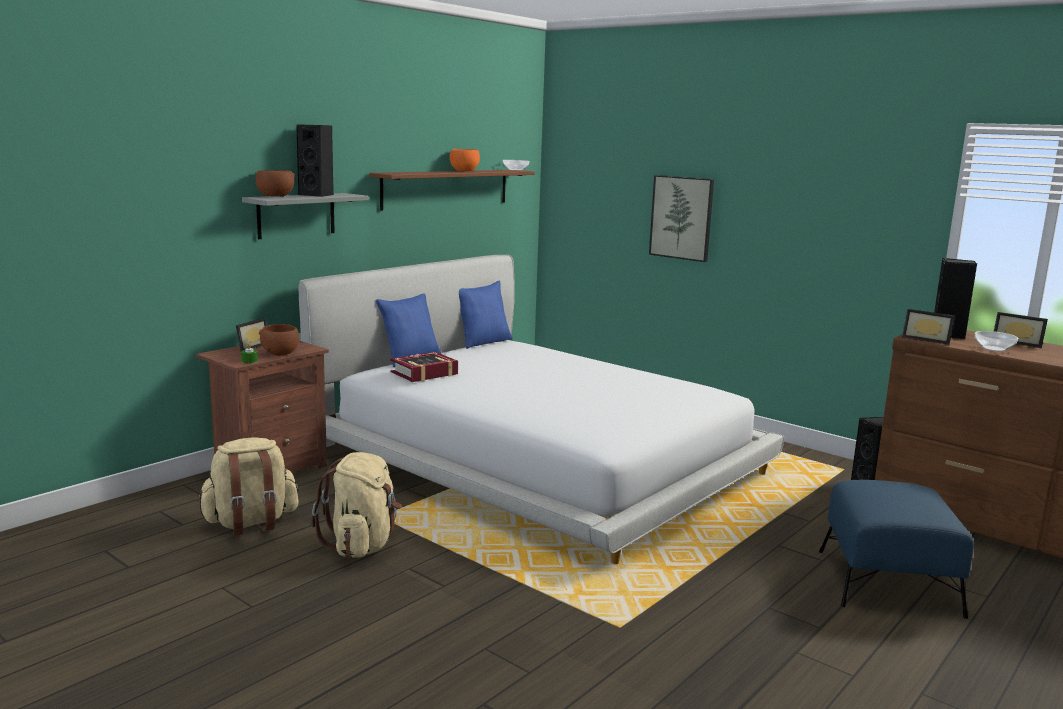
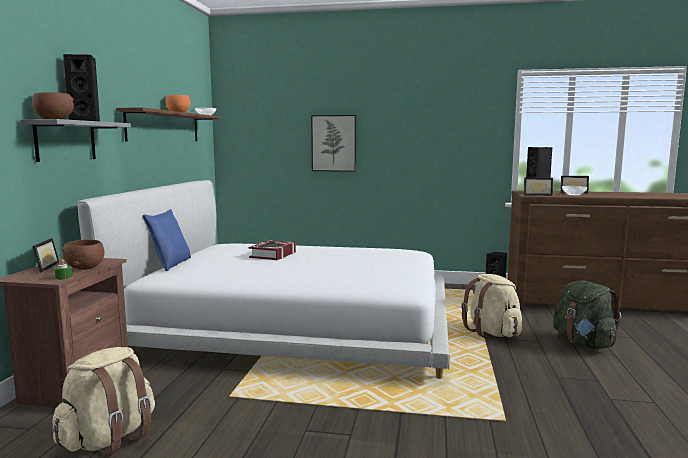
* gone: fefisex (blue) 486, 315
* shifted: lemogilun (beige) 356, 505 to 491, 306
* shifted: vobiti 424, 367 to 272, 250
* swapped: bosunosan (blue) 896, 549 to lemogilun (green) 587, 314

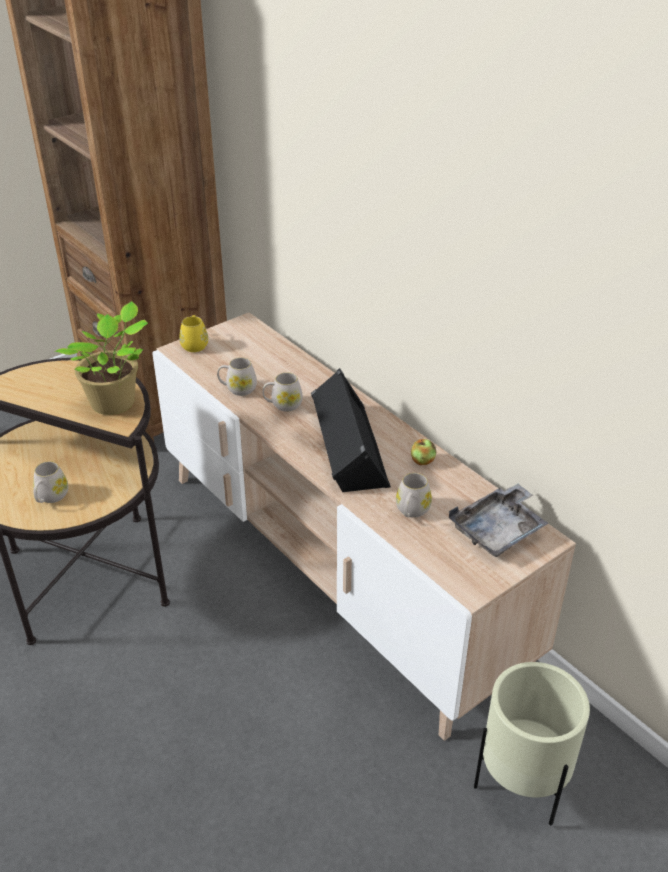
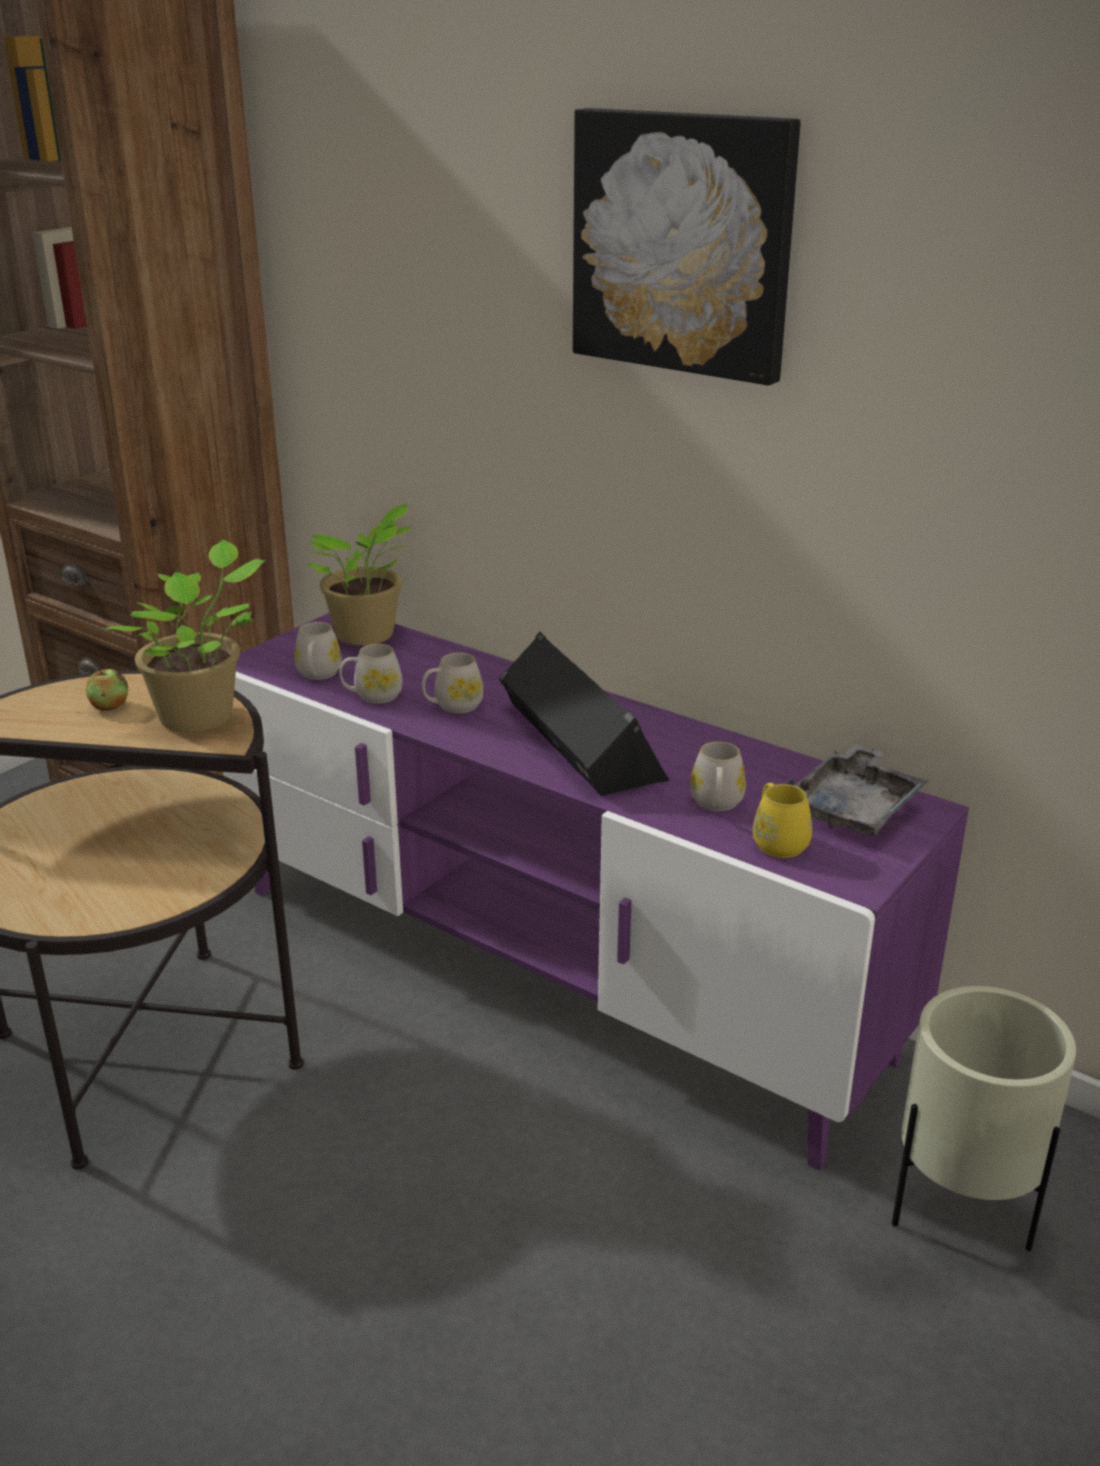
* new: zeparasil 358, 575
* new: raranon 686, 246
* shifted: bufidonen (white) 50, 482 to 318, 651
* shifted: bufidonen (yellow) 193, 333 to 782, 820
* shifted: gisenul 423, 452 to 107, 689
* repainted: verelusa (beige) 364, 527 to verelusa (purple) 596, 892

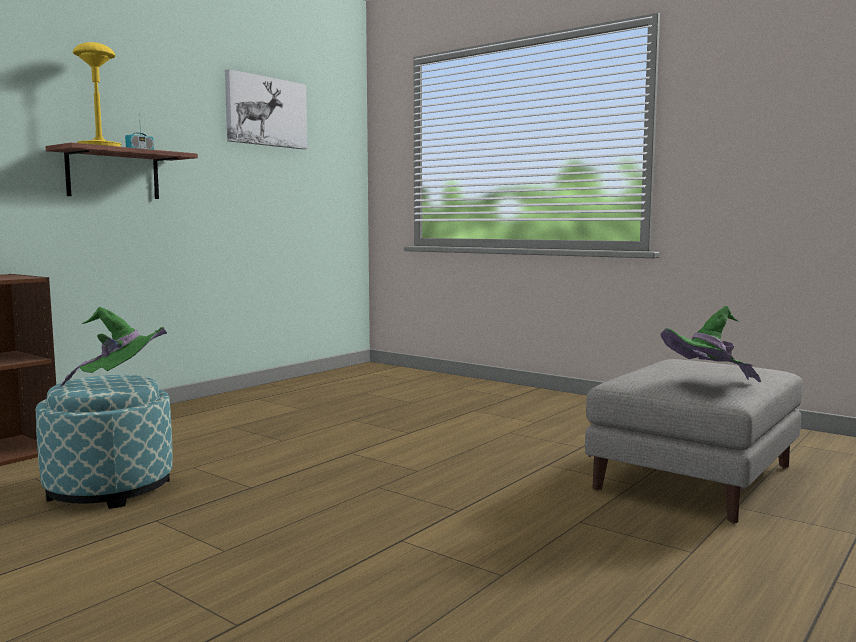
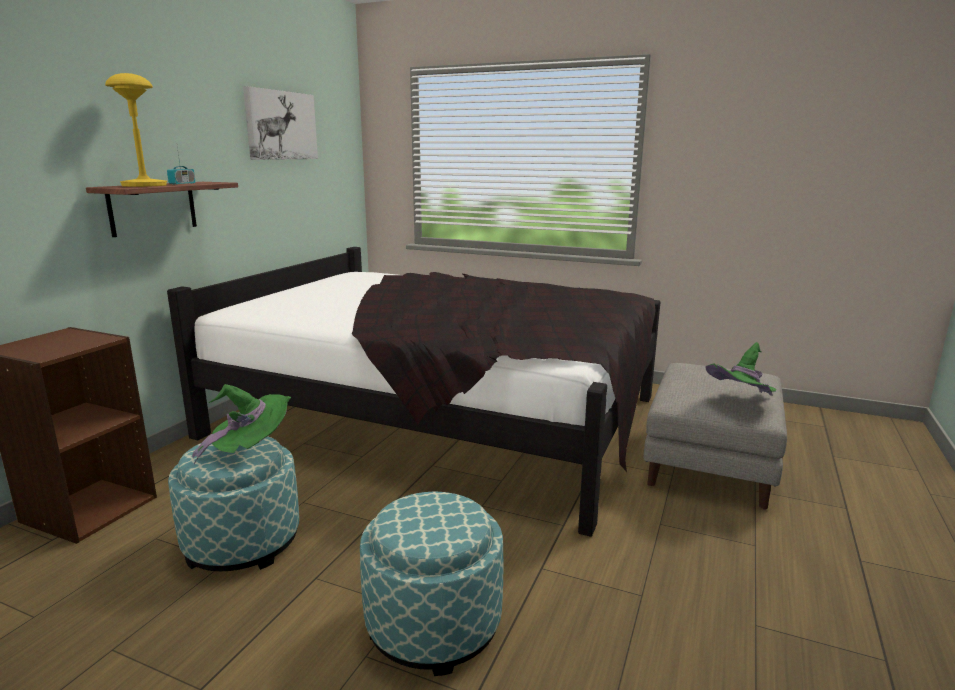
* new: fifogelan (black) 413, 392
* new: bosunosan 431, 584

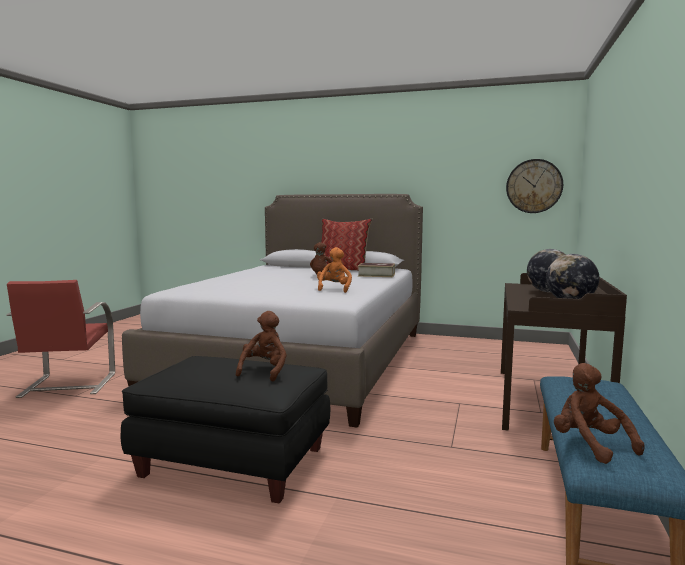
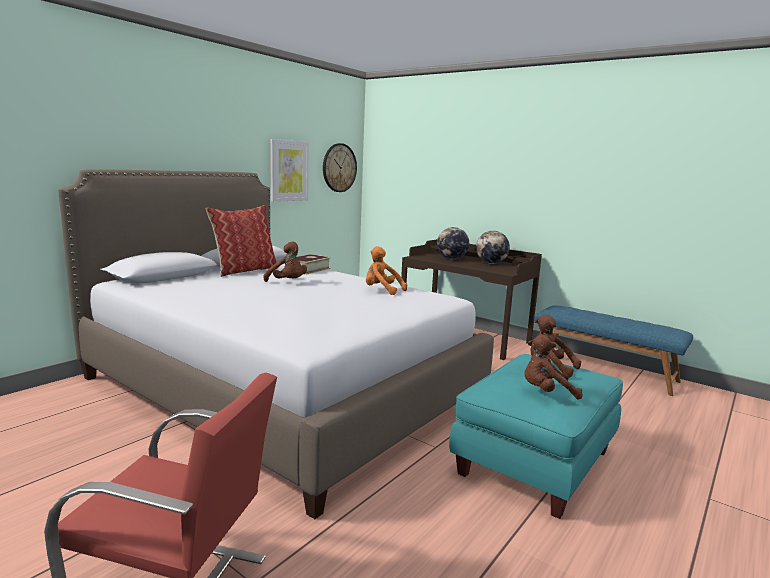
* new: raranon 289, 170
* shifted: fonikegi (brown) 599, 413 to 553, 366
* repainted: bosunosan (black) 225, 430 to bosunosan (turquoise) 536, 436

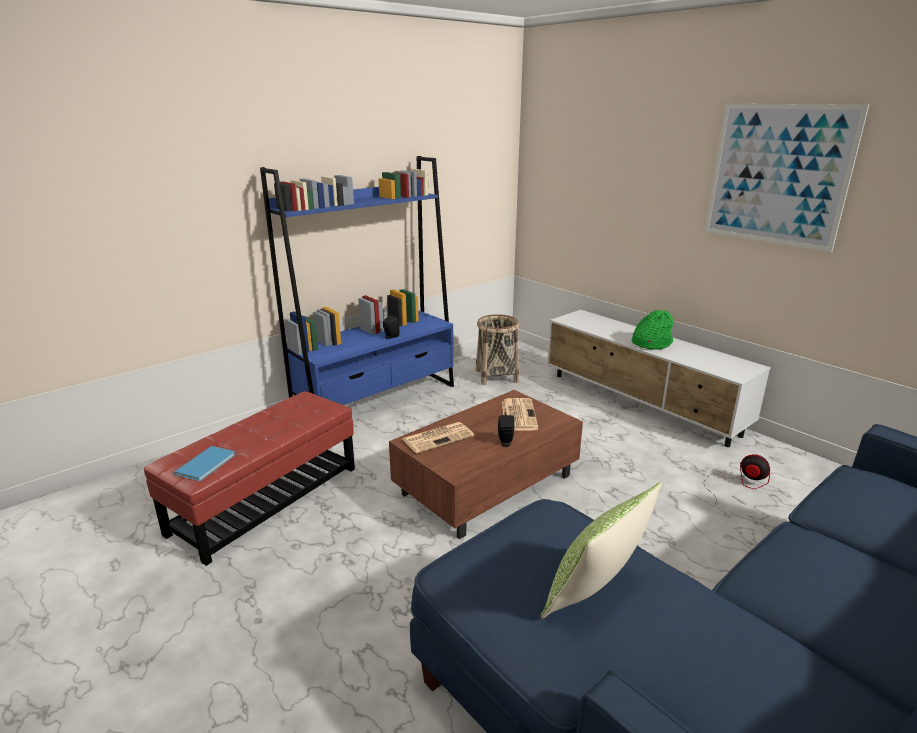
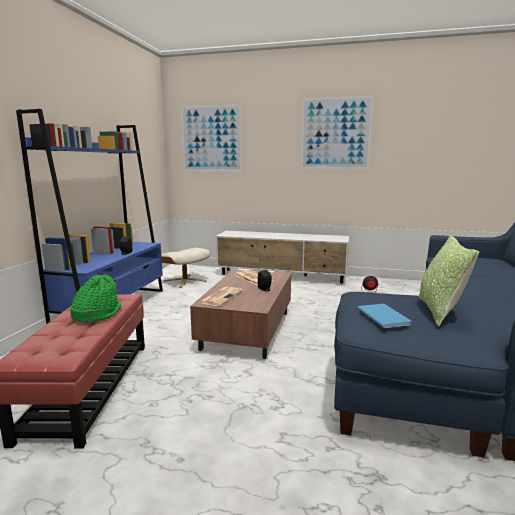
* new: raranon 211, 138
* shifted: vobiti (blue) 204, 463 to 385, 316
* shifted: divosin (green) 652, 330 to 95, 298
* swapped: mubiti 497, 349 to bosunosan (beige) 185, 268

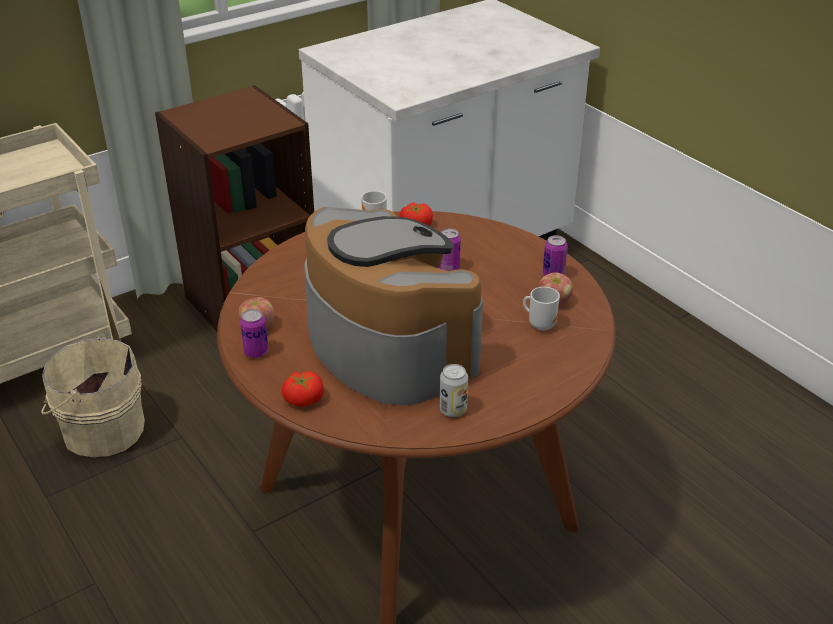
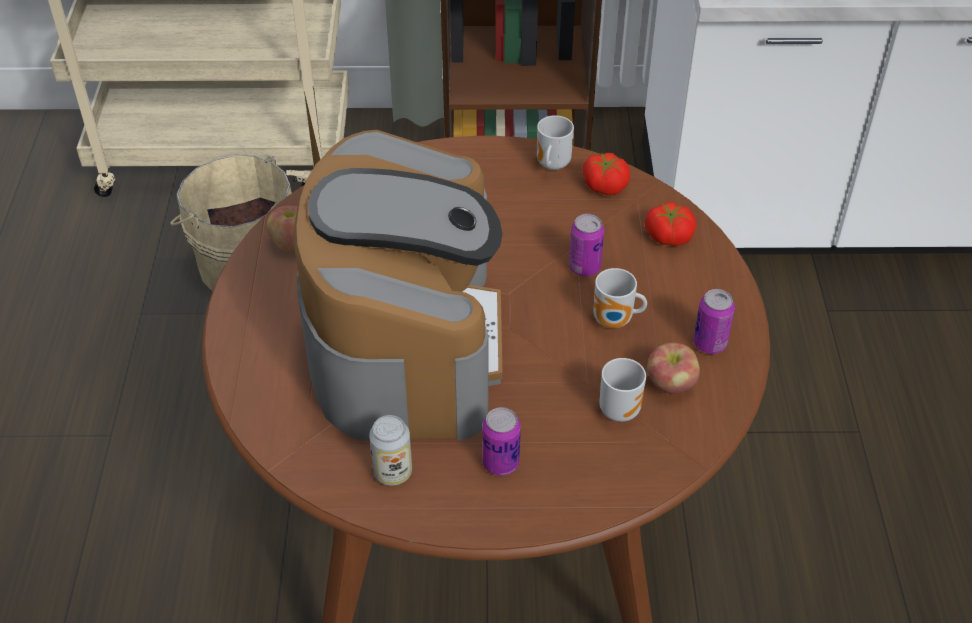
* new: bufidonen 620, 298
* shifted: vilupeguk 254, 333 to 501, 441
* shifted: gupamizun 303, 389 to 670, 224

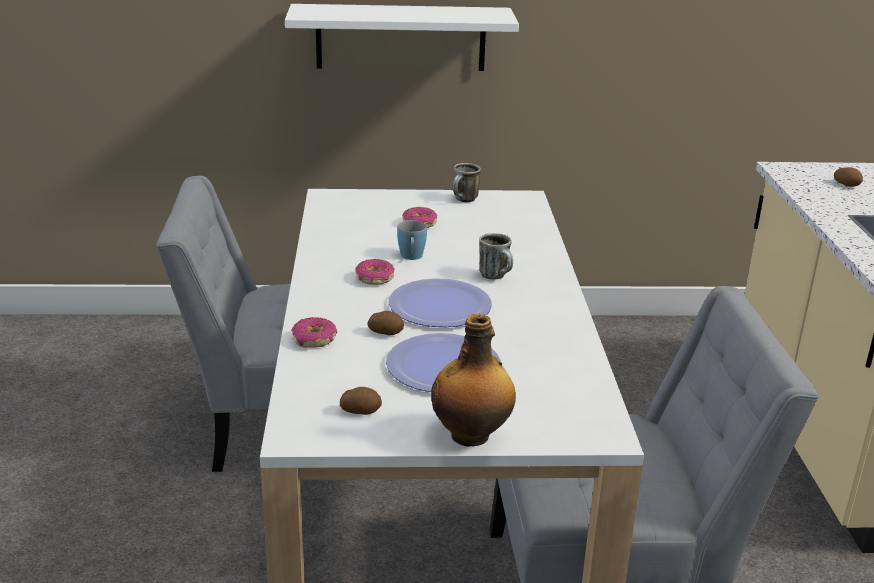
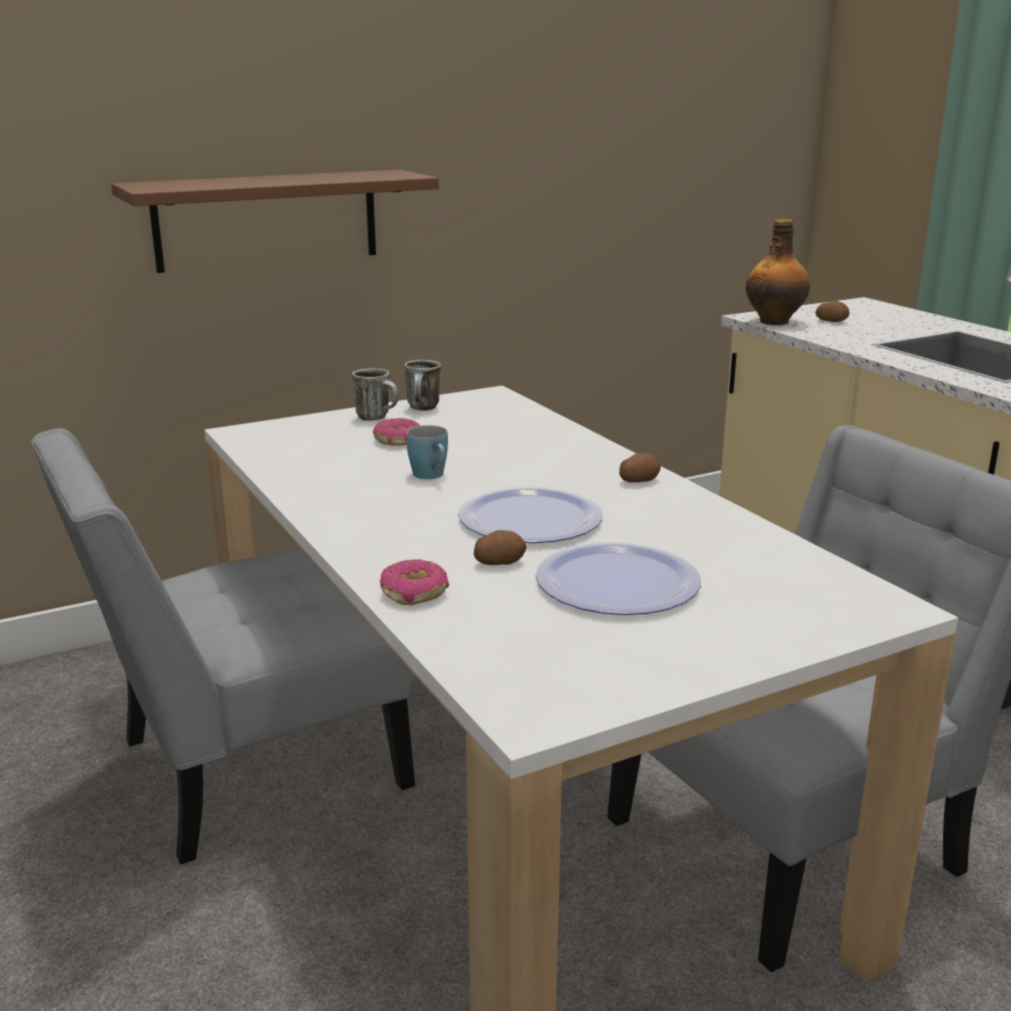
* gone: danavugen 375, 272
* shifted: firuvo 361, 401 to 640, 468
* shifted: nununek 473, 380 to 778, 272
* shifted: bufidonen 496, 256 to 375, 394
* repainted: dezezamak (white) 402, 37 to dezezamak (brown) 275, 221

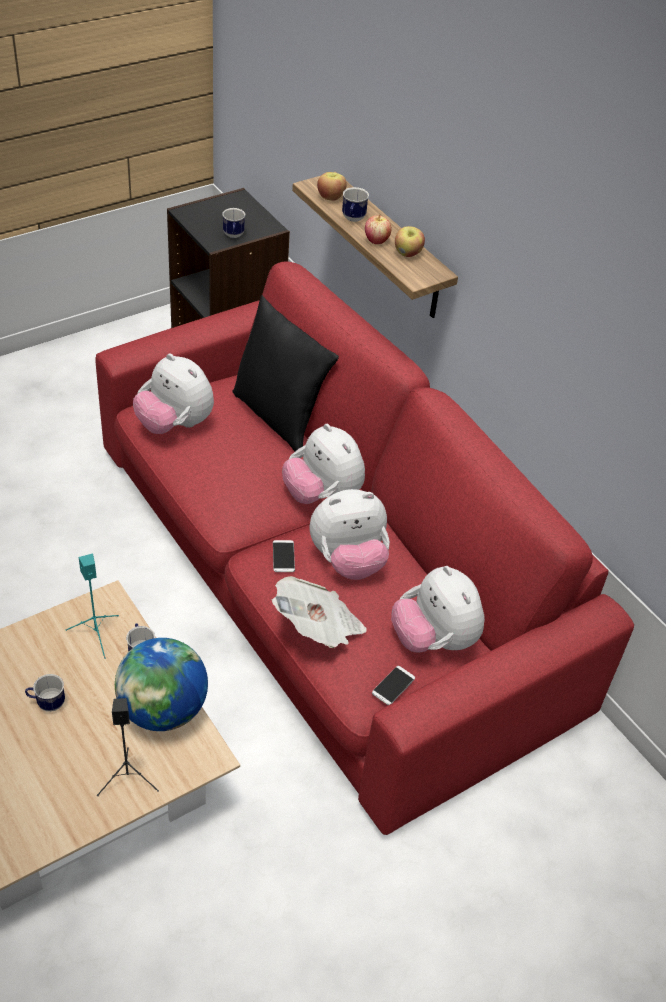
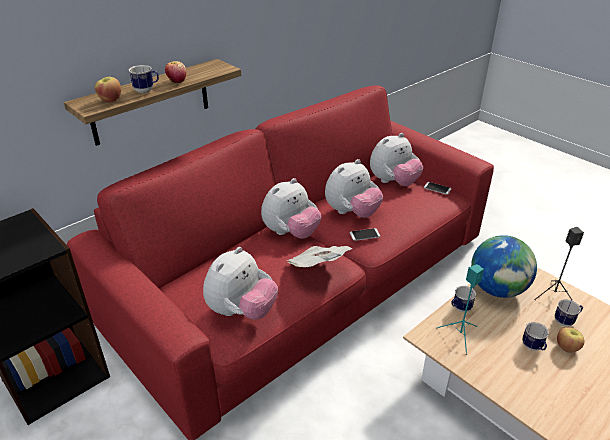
* gone: fefisex (black) 286, 373
* shifted: bufidonen 233, 223 to 569, 313
* shifted: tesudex 319, 612 to 319, 256
* shifted: gisenul 410, 241 to 571, 340
* rotated: fonikegi 350, 534 = 354, 188 75 degrees clockwise

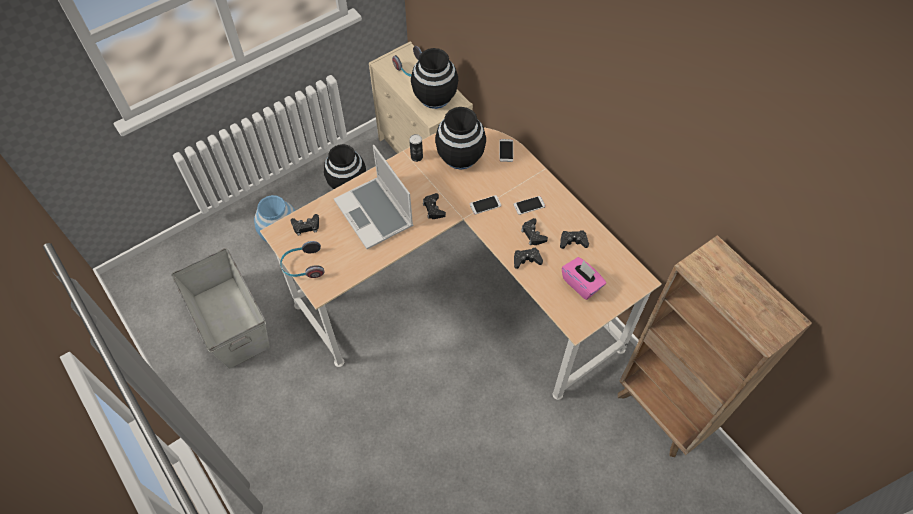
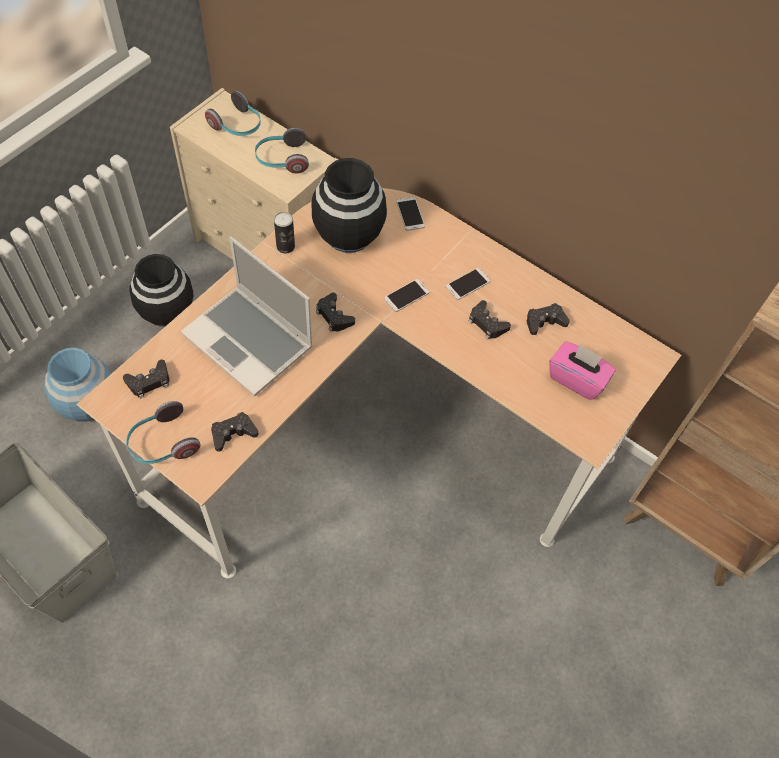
* shifted: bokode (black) 528, 258 to 234, 432
* swapped: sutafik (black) 434, 78 to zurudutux 282, 151

